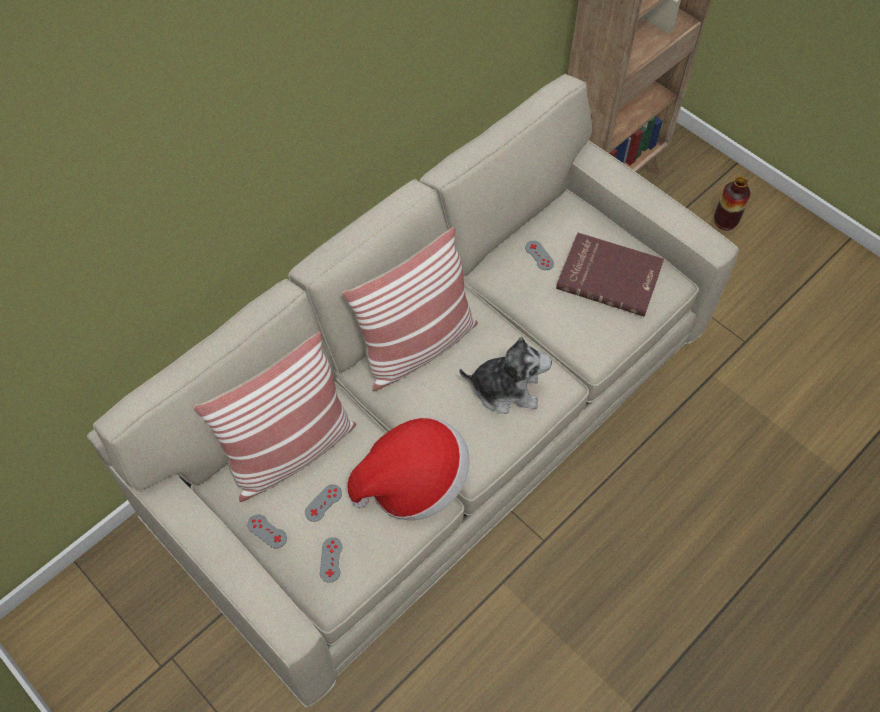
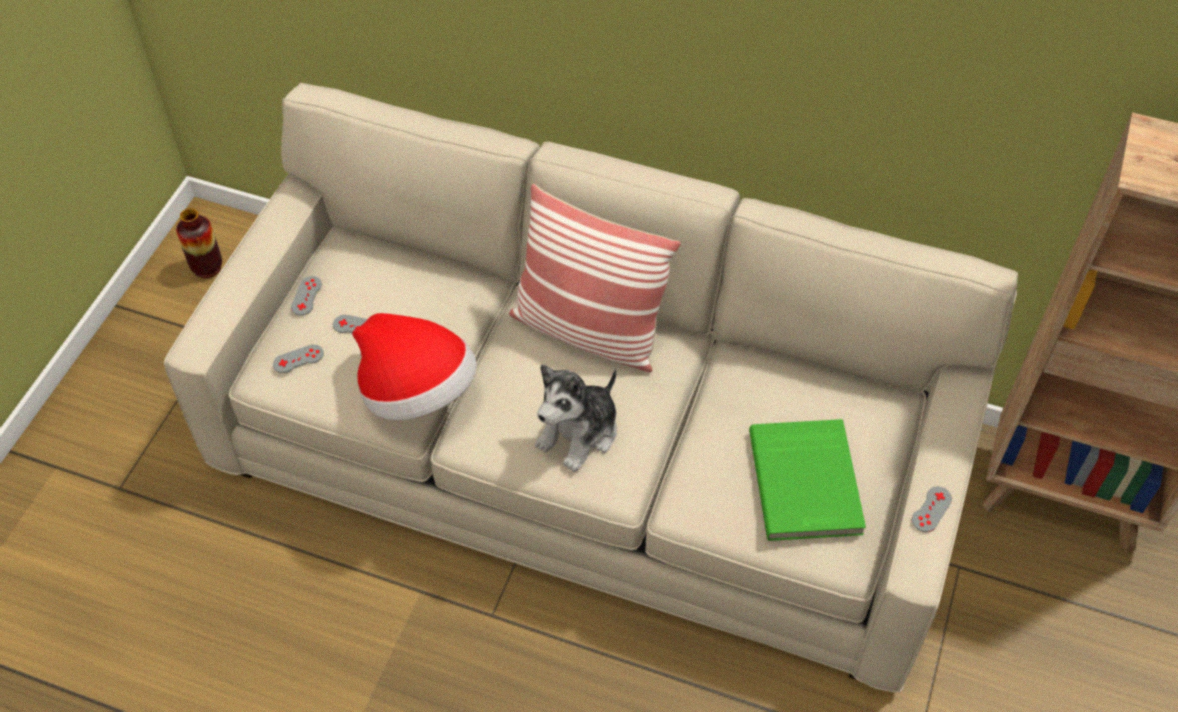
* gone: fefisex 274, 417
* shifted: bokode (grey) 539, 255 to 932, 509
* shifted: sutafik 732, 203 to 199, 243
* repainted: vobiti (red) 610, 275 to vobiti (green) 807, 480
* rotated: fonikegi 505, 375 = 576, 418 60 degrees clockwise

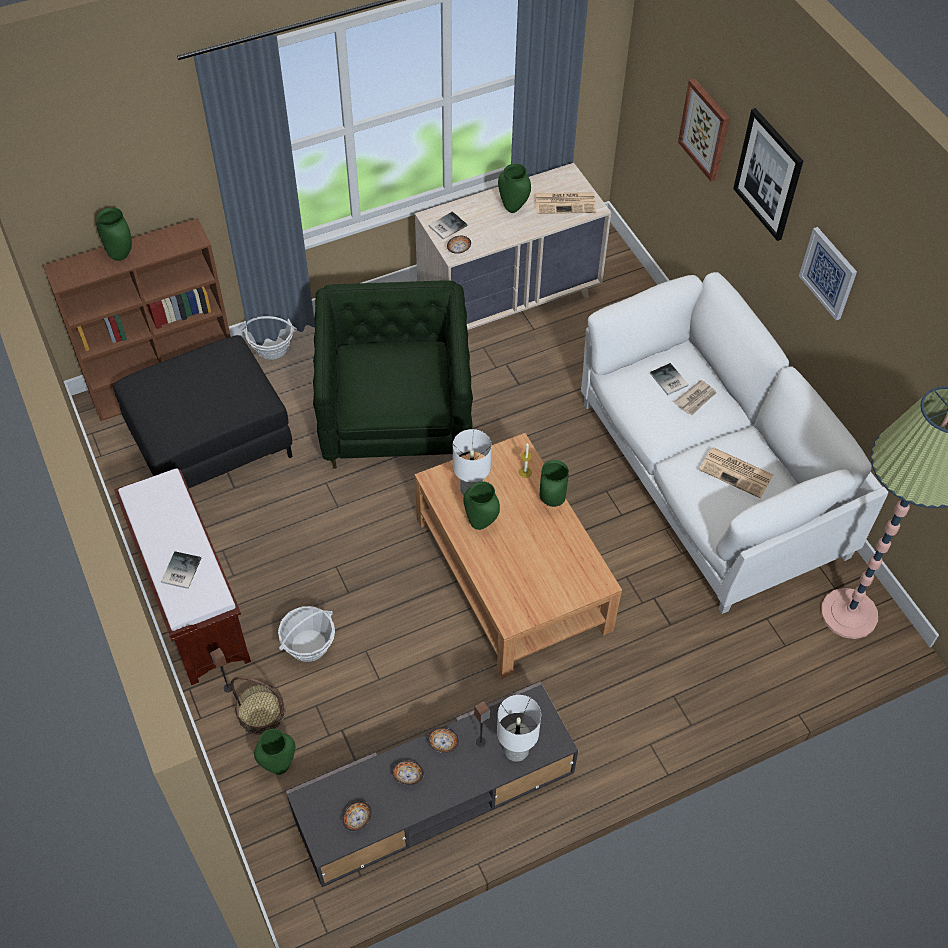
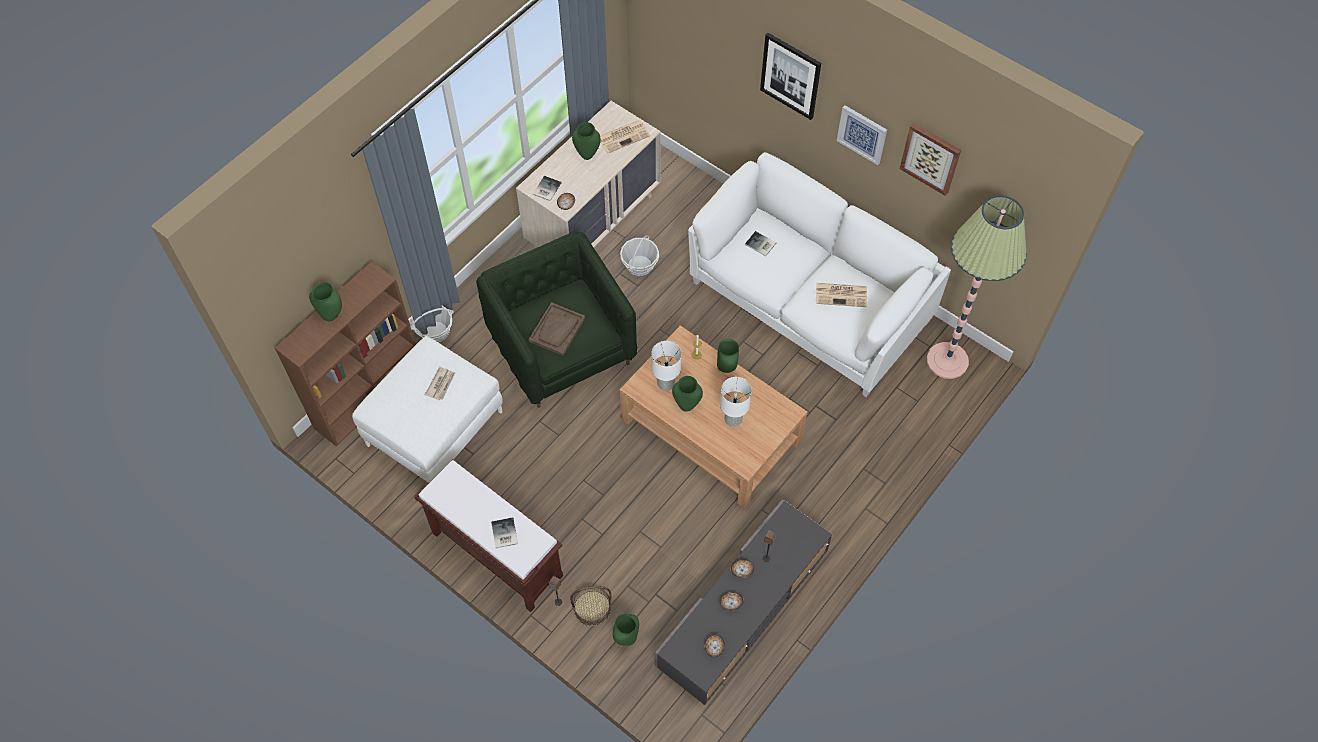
* new: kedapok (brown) 557, 329
* shifted: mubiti 306, 634 to 639, 255
* shifted: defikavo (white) 519, 728 to 736, 402
* shifted: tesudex 695, 397 to 440, 383
* shifted: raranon 704, 130 to 930, 159
* repainted: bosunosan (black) 202, 411 to bosunosan (white) 427, 409

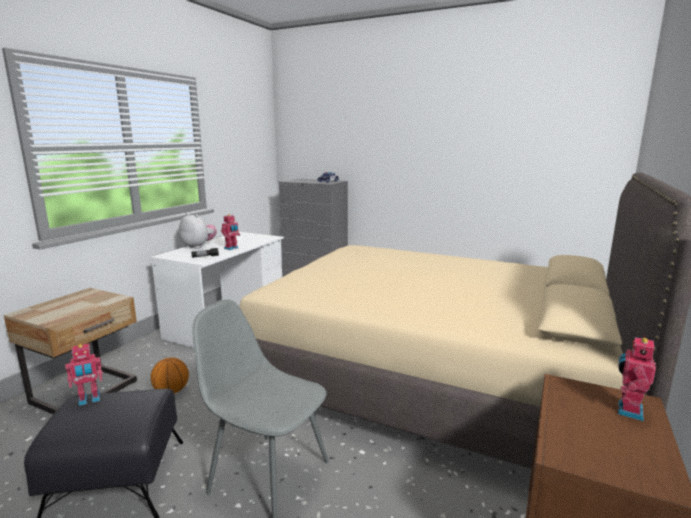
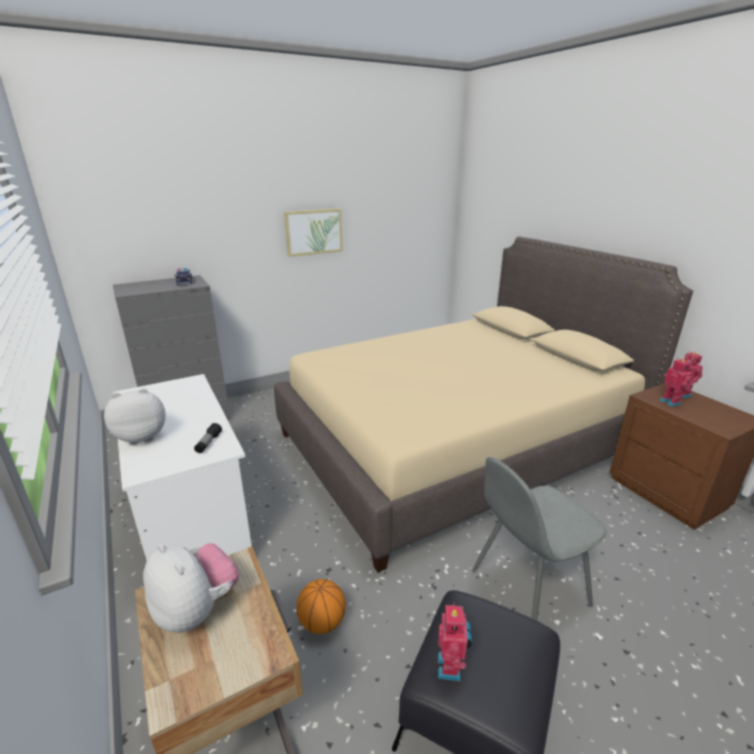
* new: fonikegi 191, 588
* new: raranon 313, 233
* shifted: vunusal 230, 232 to 676, 383

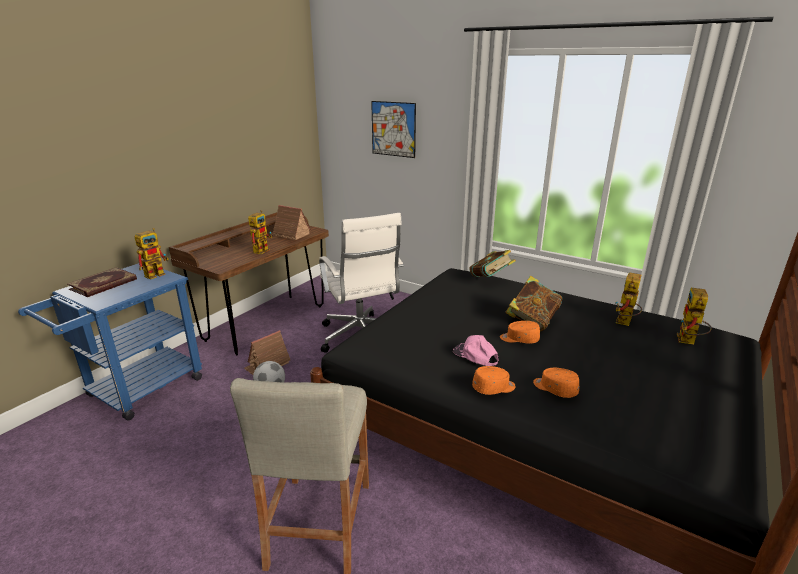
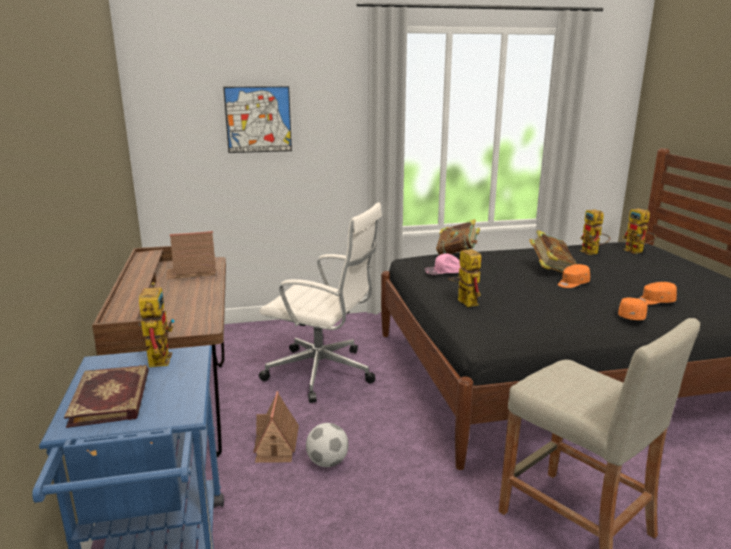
* shifted: vunusal 260, 232 to 464, 276
* shifted: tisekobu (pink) 475, 350 to 443, 264

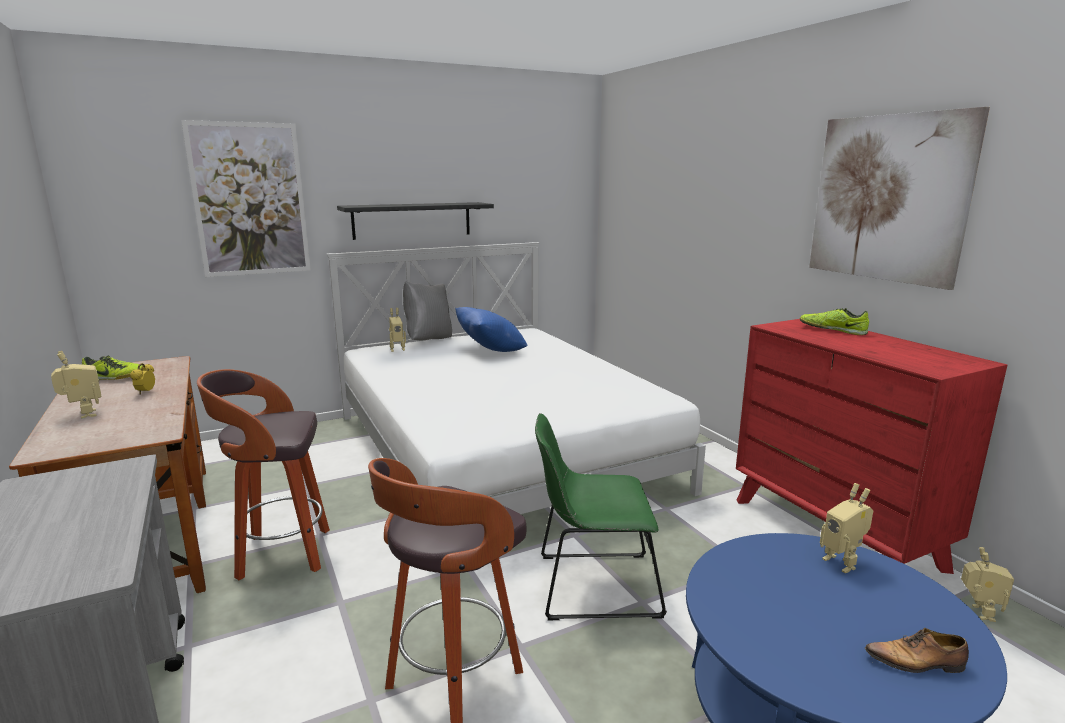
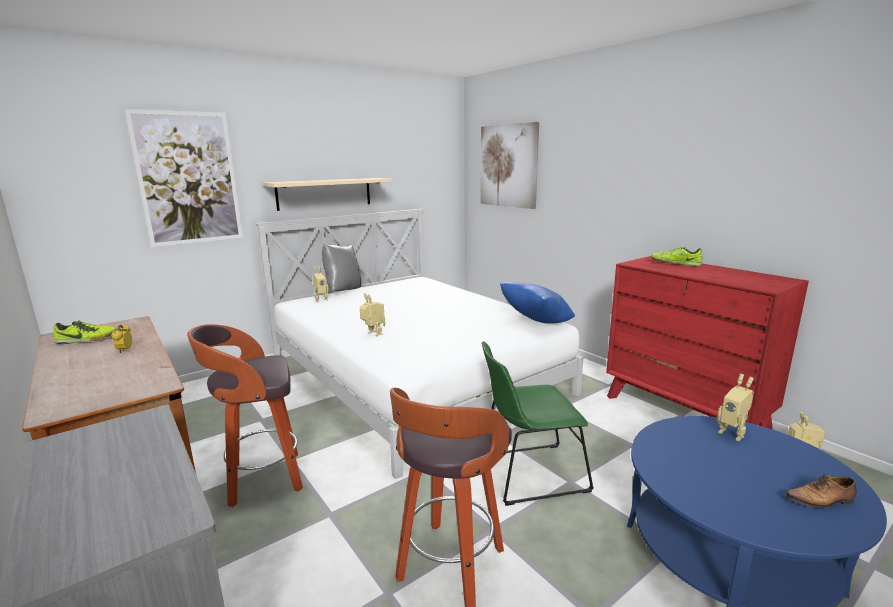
* shifted: vunusal 76, 385 to 372, 314
* shifted: fefisex (blue) 491, 329 to 537, 303
* shifted: raranon 899, 198 to 509, 165
* repainted: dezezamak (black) 415, 221 to dezezamak (beige) 327, 194

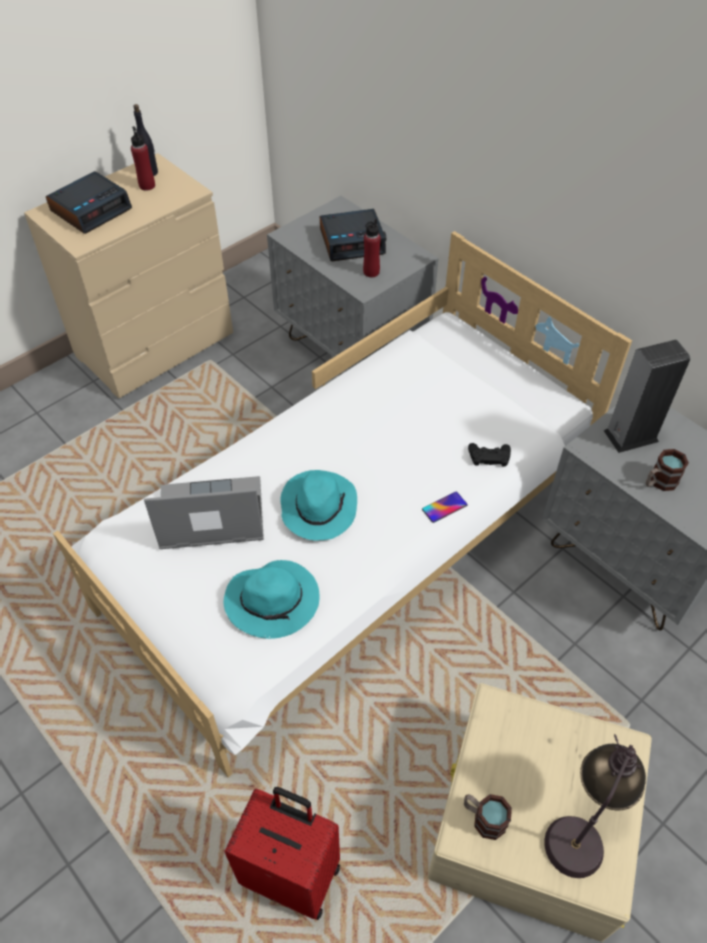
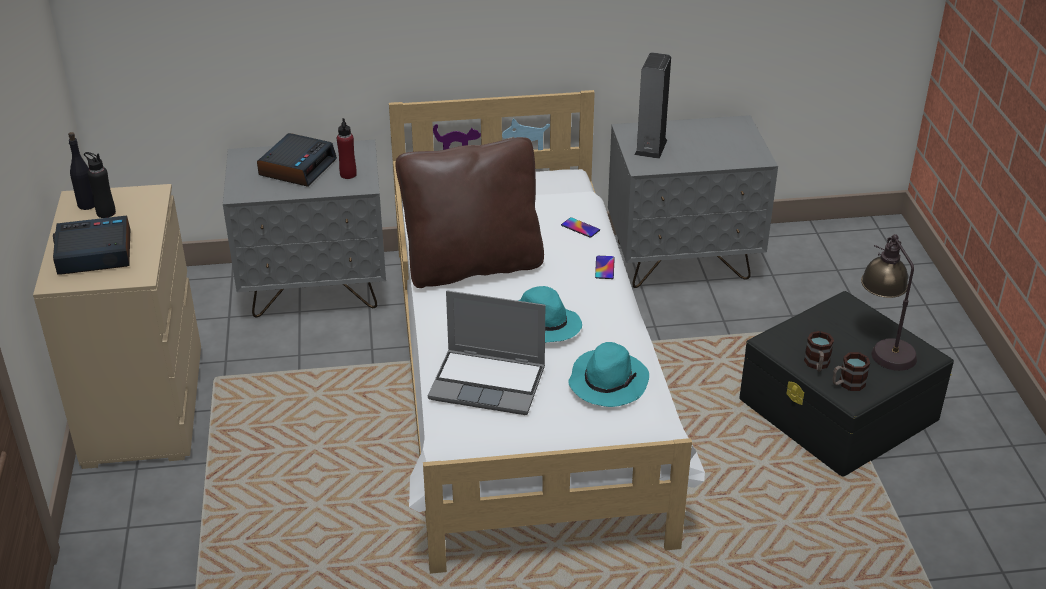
* gone: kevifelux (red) 282, 853
* new: fefisex (brown) 469, 212
* shifted: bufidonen 667, 470 to 819, 351
* swapped: bokode (black) 489, 455 to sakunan 580, 227
* repainted: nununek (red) 143, 159 to nununek (black) 100, 185
* repainted: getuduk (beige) 540, 812 to getuduk (black) 846, 383
* rotated: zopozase 89, 202 = 91, 245 90 degrees counterclockwise
* rotated: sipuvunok 204, 512 = 486, 352 105 degrees counterclockwise

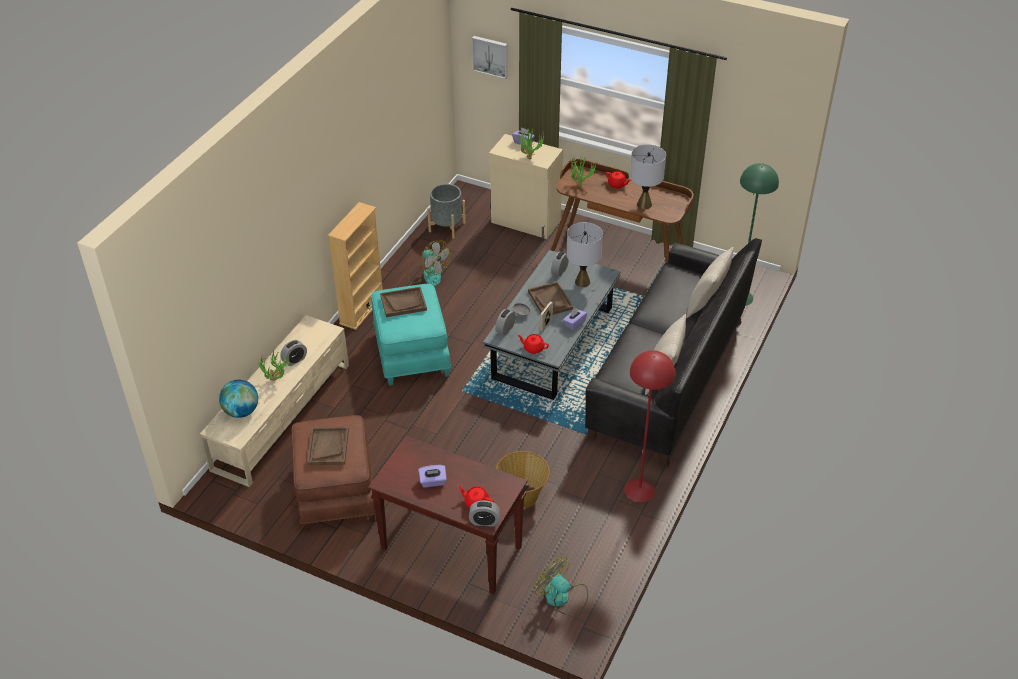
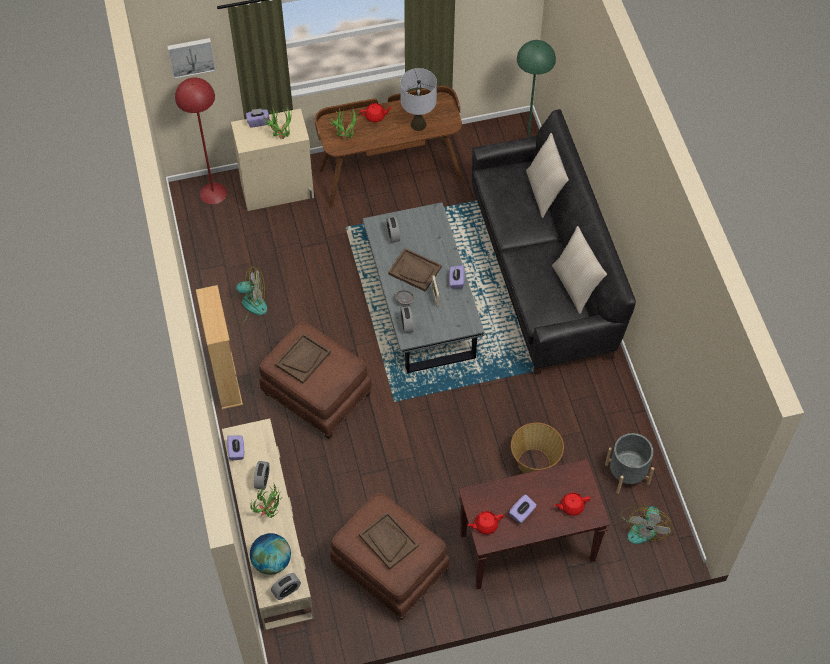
* gone: defikavo (grey) 584, 254
* new: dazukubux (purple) 235, 448
* shifted: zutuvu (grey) 446, 211 to 629, 463
* shifted: zopozase 484, 513 to 286, 586
* shifted: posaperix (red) 533, 344 to 485, 522
* shifted: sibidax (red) 650, 426 to 201, 140
* repainted: bosunosan (turquoise) 411, 335 to bosunosan (brown) 315, 380
* rotated: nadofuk 560, 586 = 646, 524 75 degrees counterclockwise

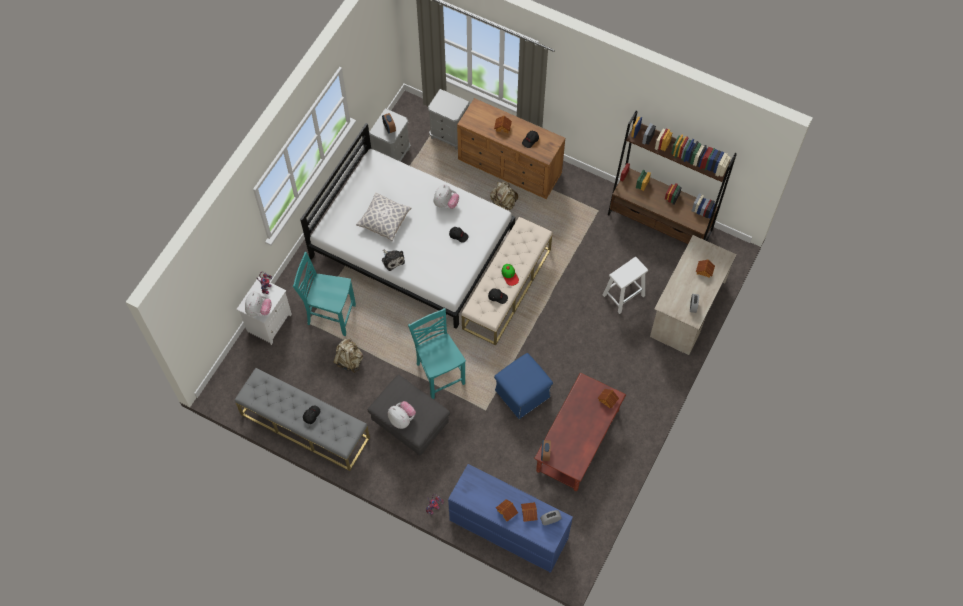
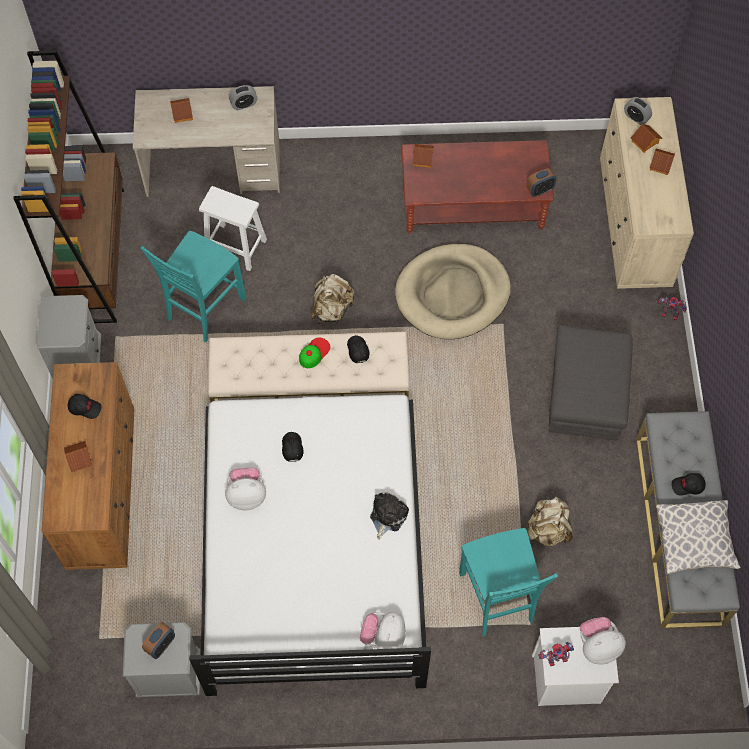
* shifted: fefisex 384, 217 to 698, 537
* shifted: fonikegi 402, 415 to 383, 630
* shifted: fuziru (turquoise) 437, 353 to 193, 286
* shifted: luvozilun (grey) 449, 119 to 69, 337
* shifted: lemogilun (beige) 504, 196 to 333, 299
* swapped: bosunosan (blue) 523, 386 to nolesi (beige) 453, 291
* repainted: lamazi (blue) 510, 518 to lamazi (beige) 647, 193

